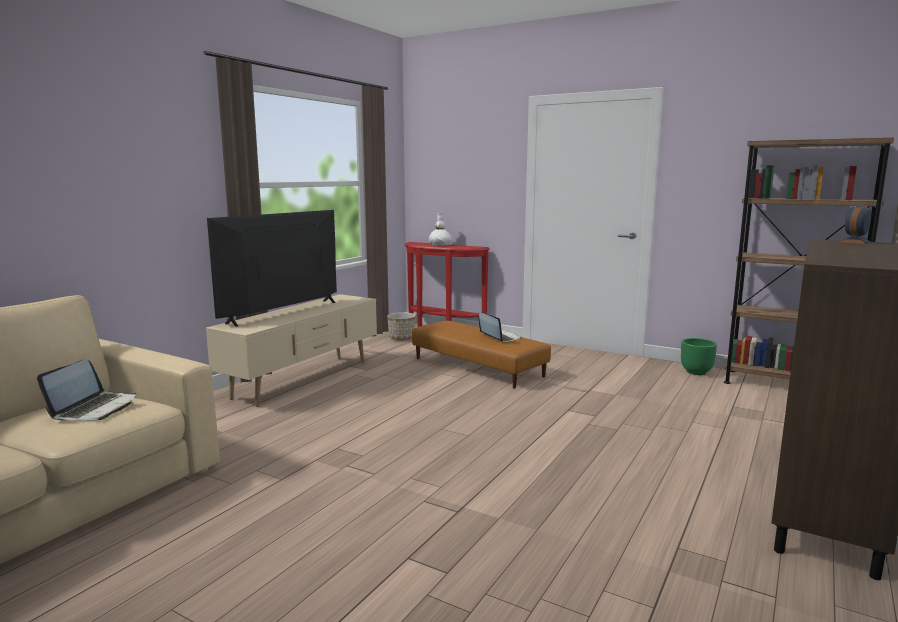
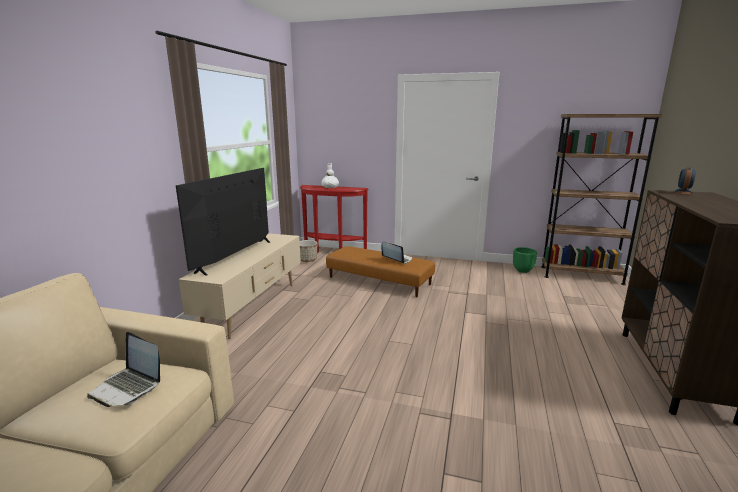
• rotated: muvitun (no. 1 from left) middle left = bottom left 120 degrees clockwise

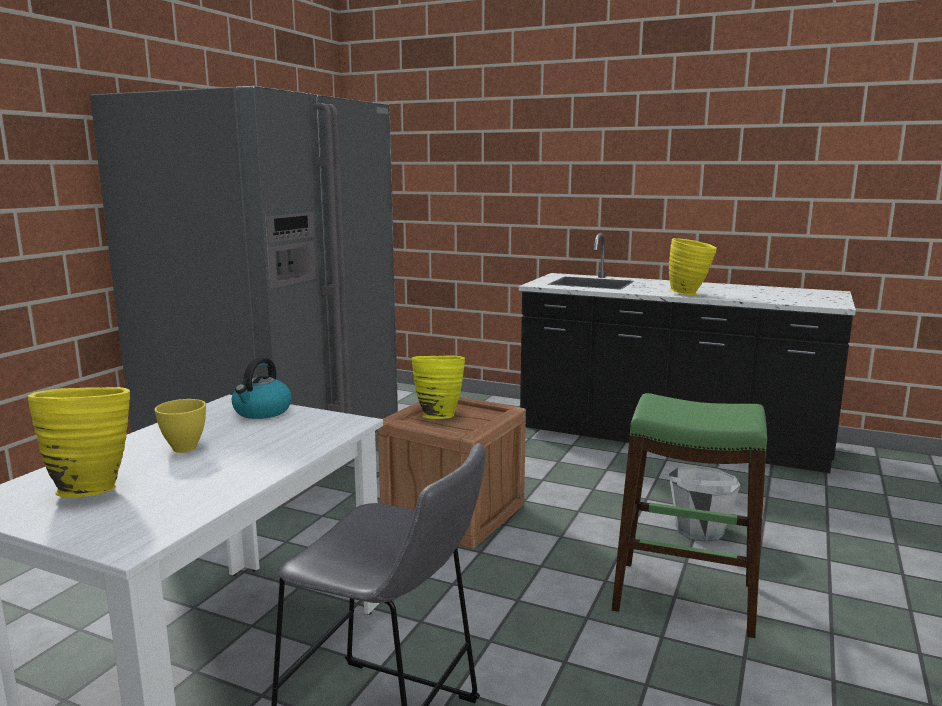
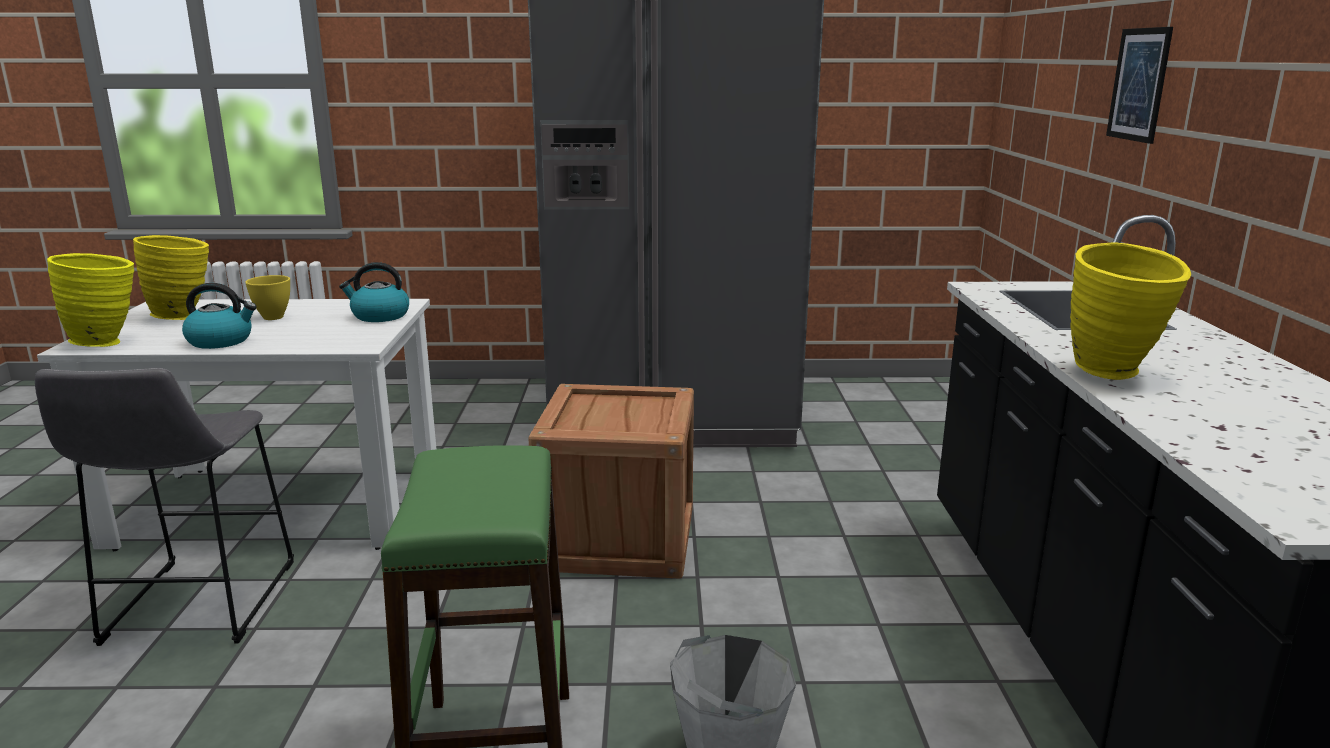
• shifted: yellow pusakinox (no. 2 from left in the first image) centre to yellow pusakinox (no. 1 from left) middle left
• new: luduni top right
• new: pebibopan (no. 1 from left) middle left

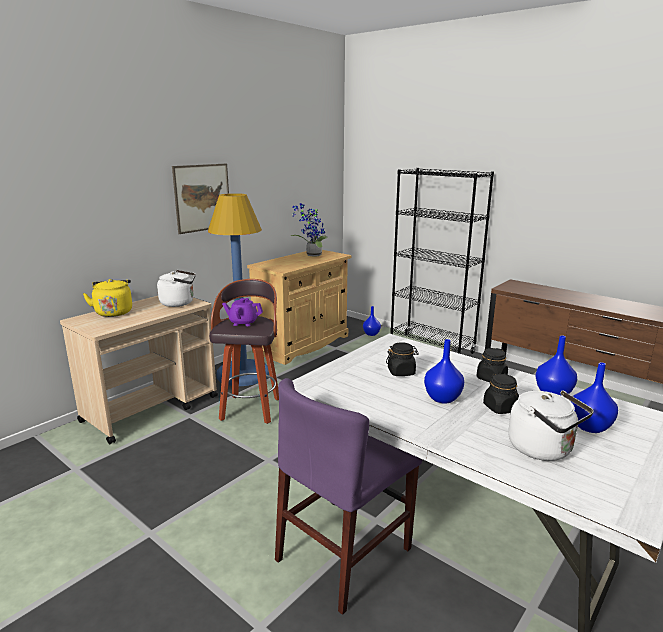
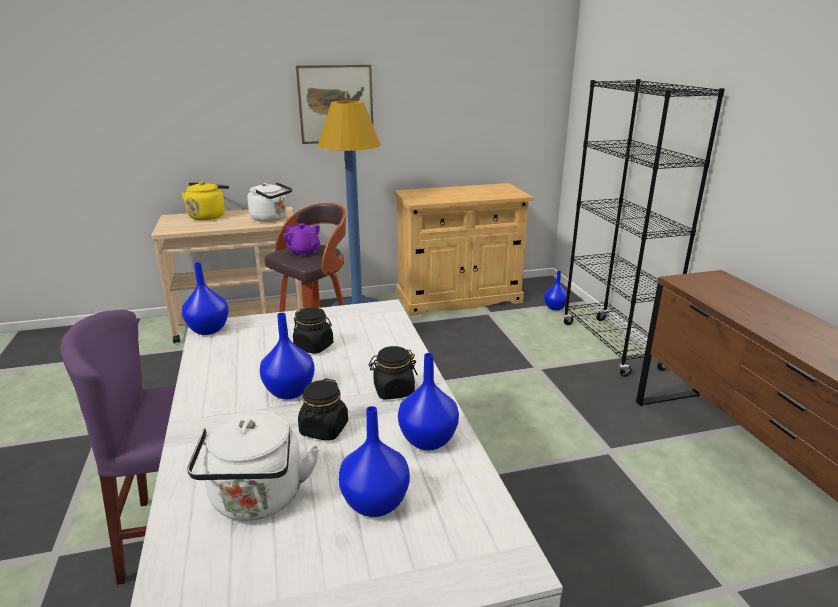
• gone: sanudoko centre
• new: blue pusakinox (no. 1 from left) middle left

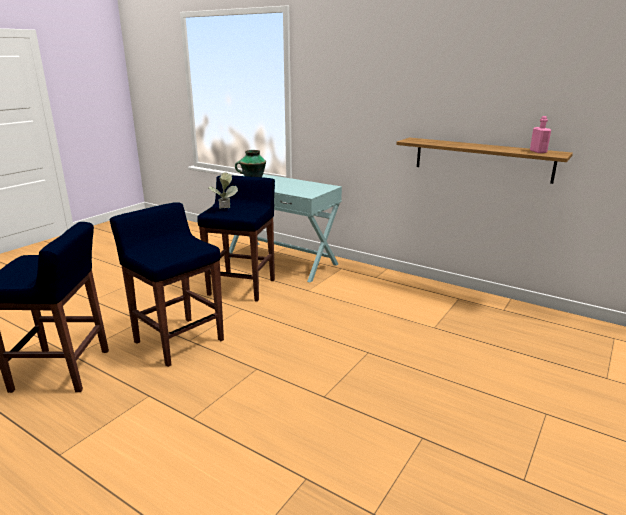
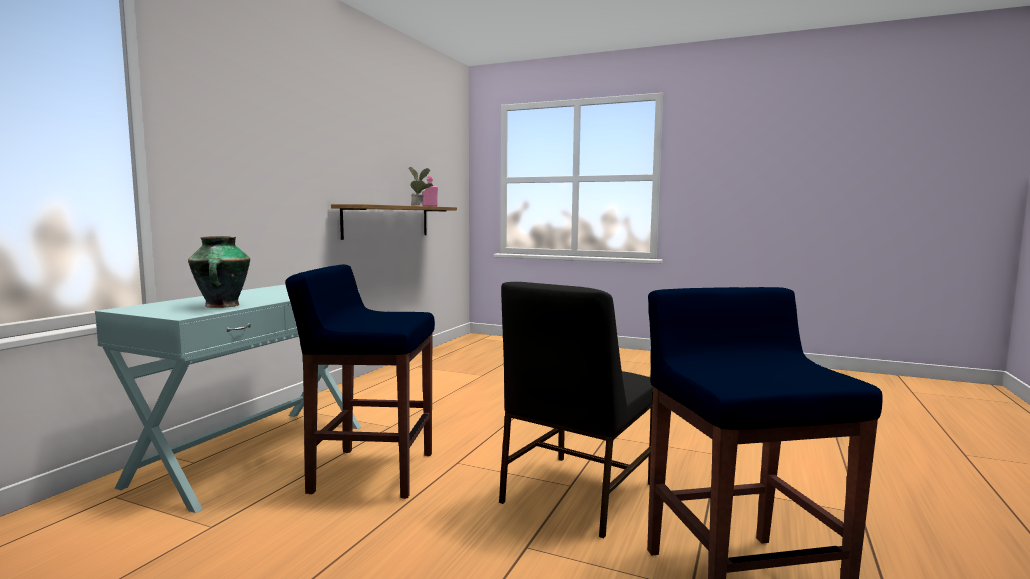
• shifted: sanudoko centre to top centre
• swapped: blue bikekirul (no. 2 from left) middle left to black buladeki bottom centre

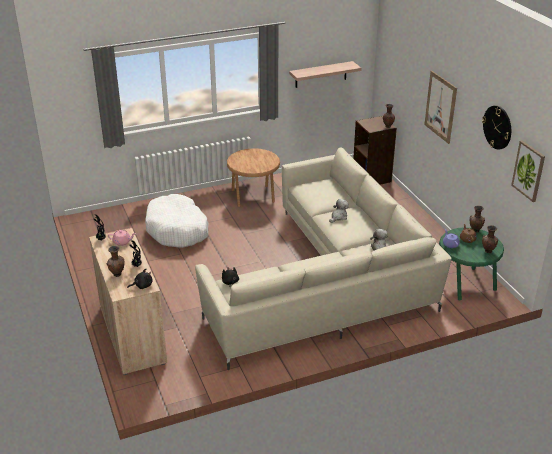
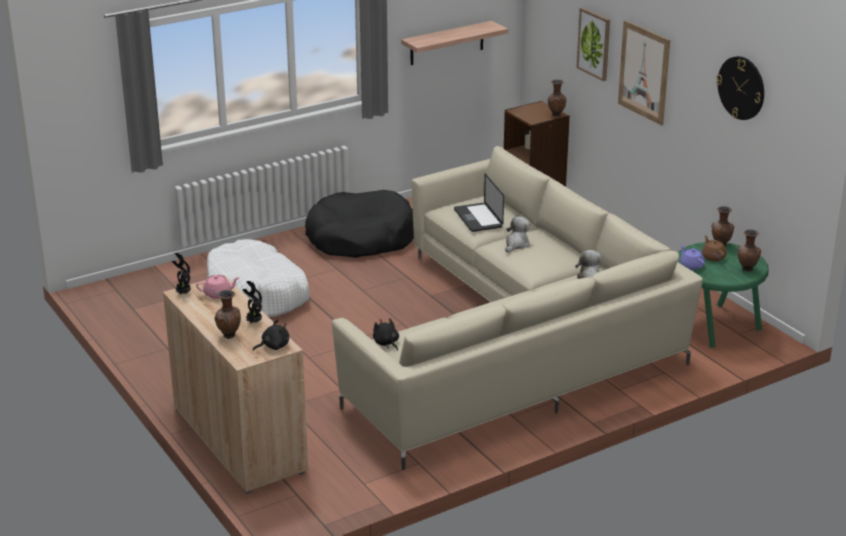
• shifted: luduni (no. 2 from left in the first image) middle right to luduni (no. 1 from left) top right
• swapped: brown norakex centre to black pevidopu centre
• new: muvitun centre

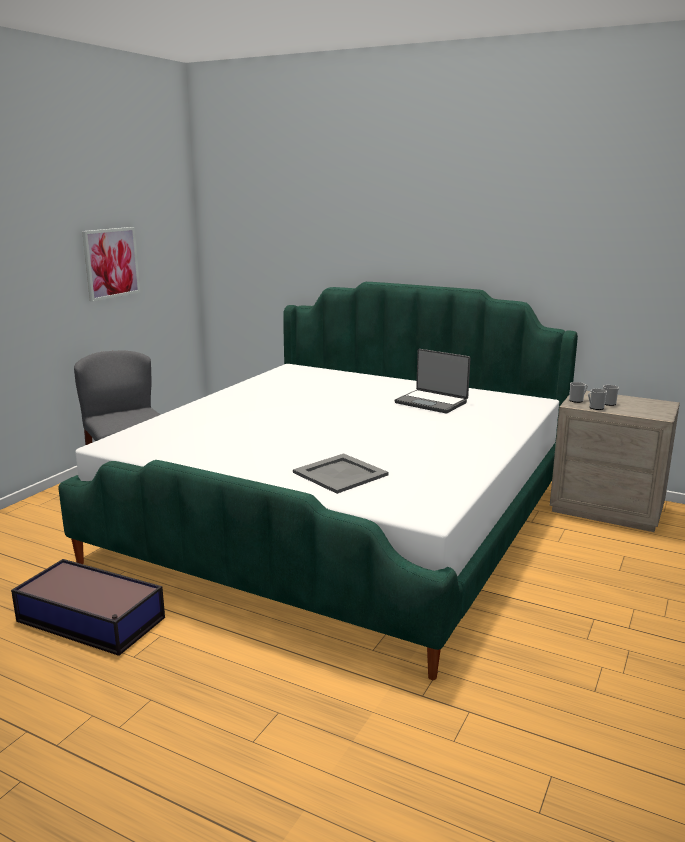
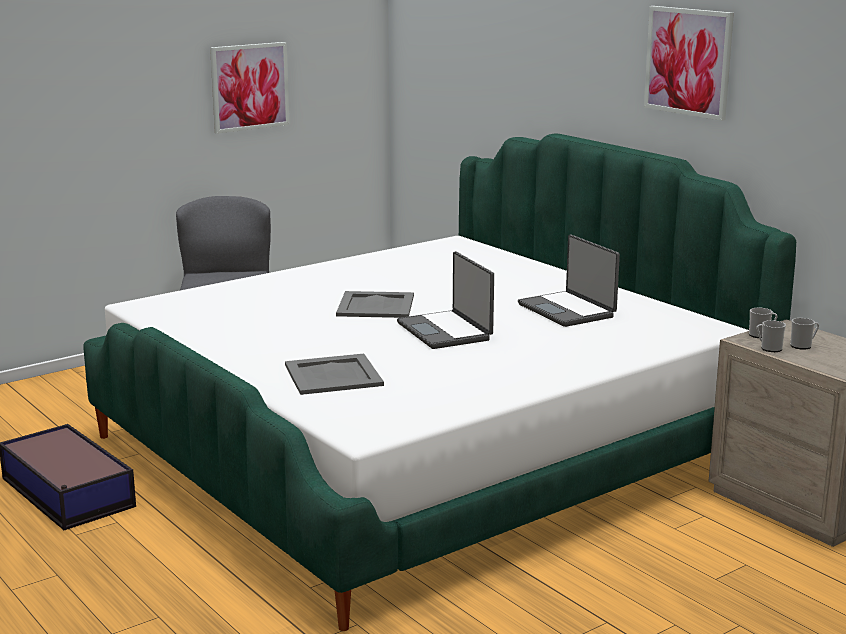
• new: luduni (no. 2 from left) top right
• new: muvitun (no. 1 from left) centre
• new: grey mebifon (no. 2 from left) centre

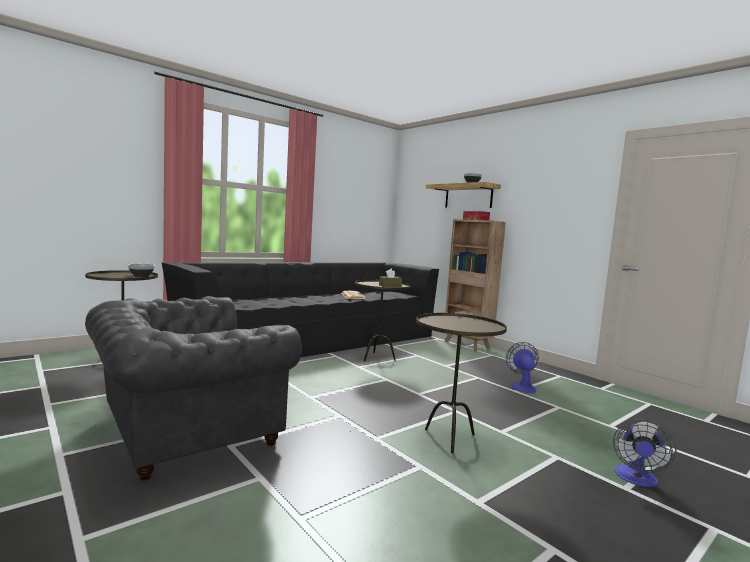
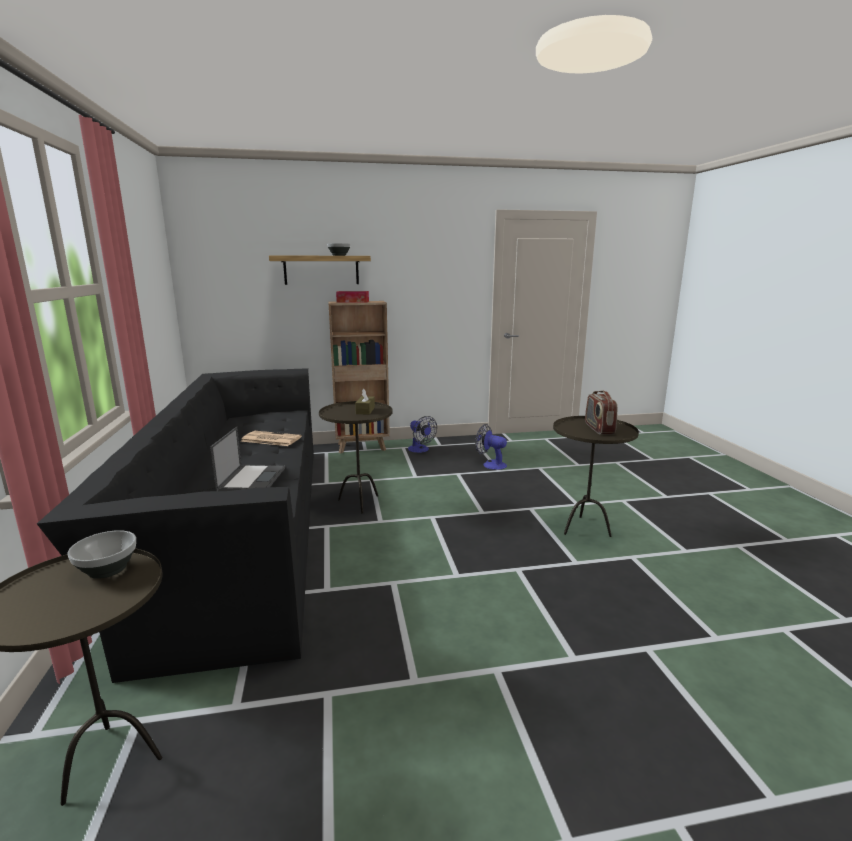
• gone: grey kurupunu bottom left
• shifted: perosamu (no. 2 from left in the first image) bottom right to perosamu (no. 1 from left) centre
• new: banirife middle right
• new: muvitun middle left

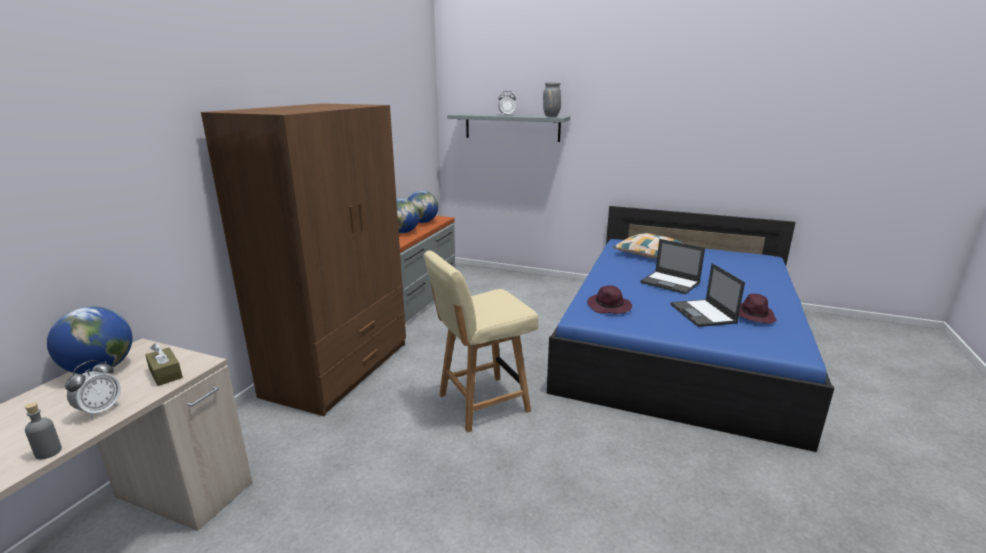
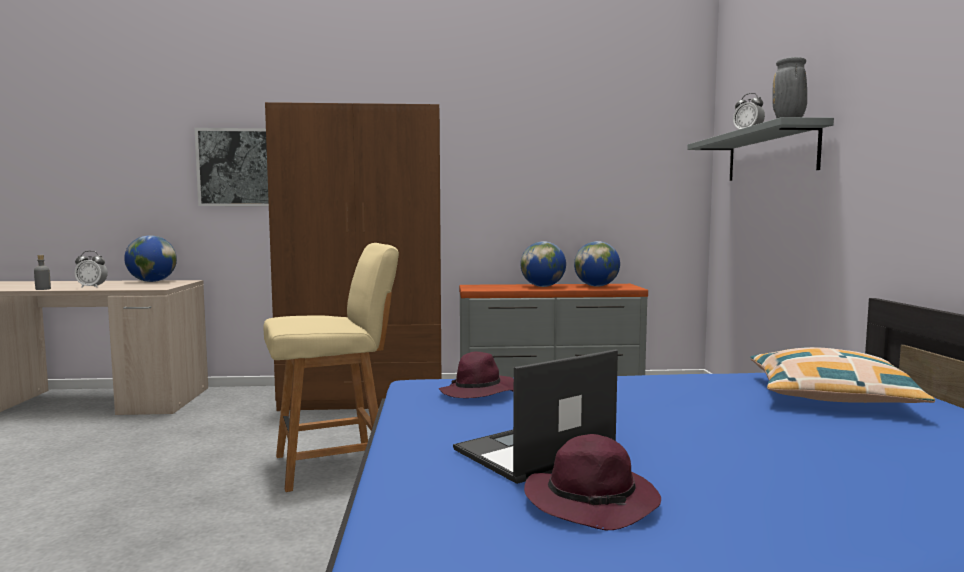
• gone: muvitun (no. 1 from left) middle right
• rotated: beige buladeki centre = centre 120 degrees clockwise
• gone: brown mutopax middle left
• new: luduni top left

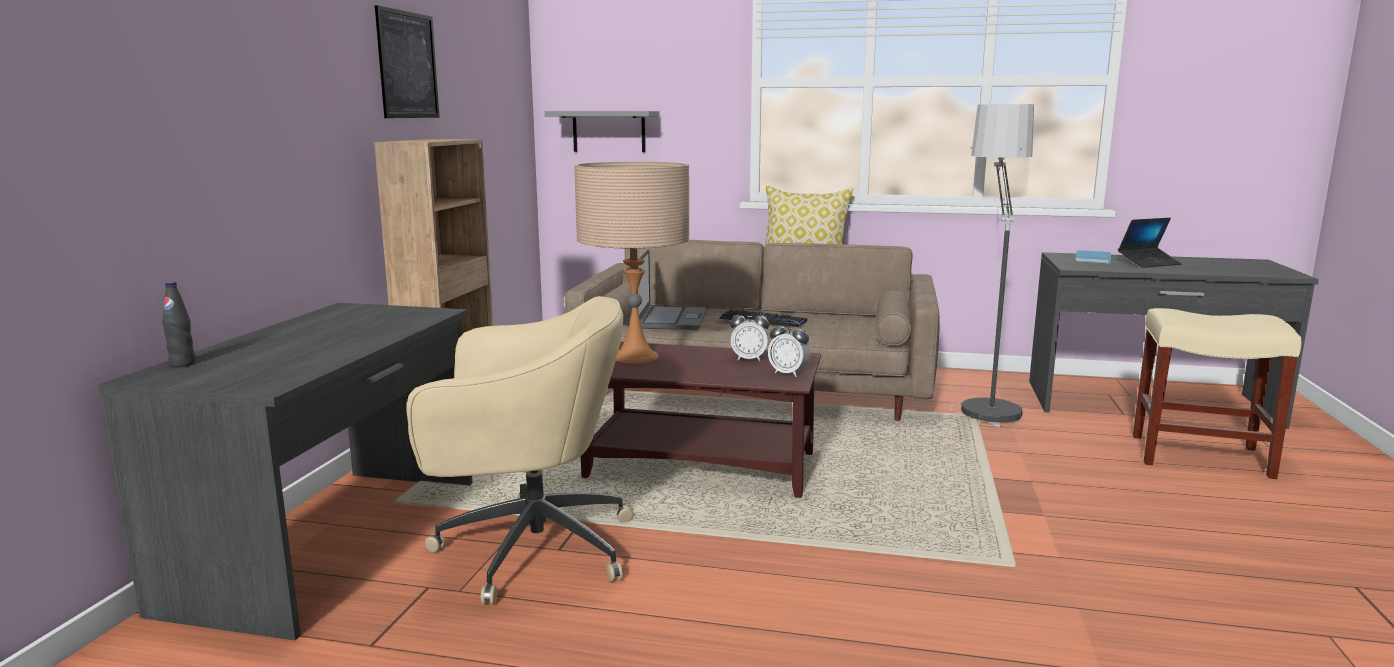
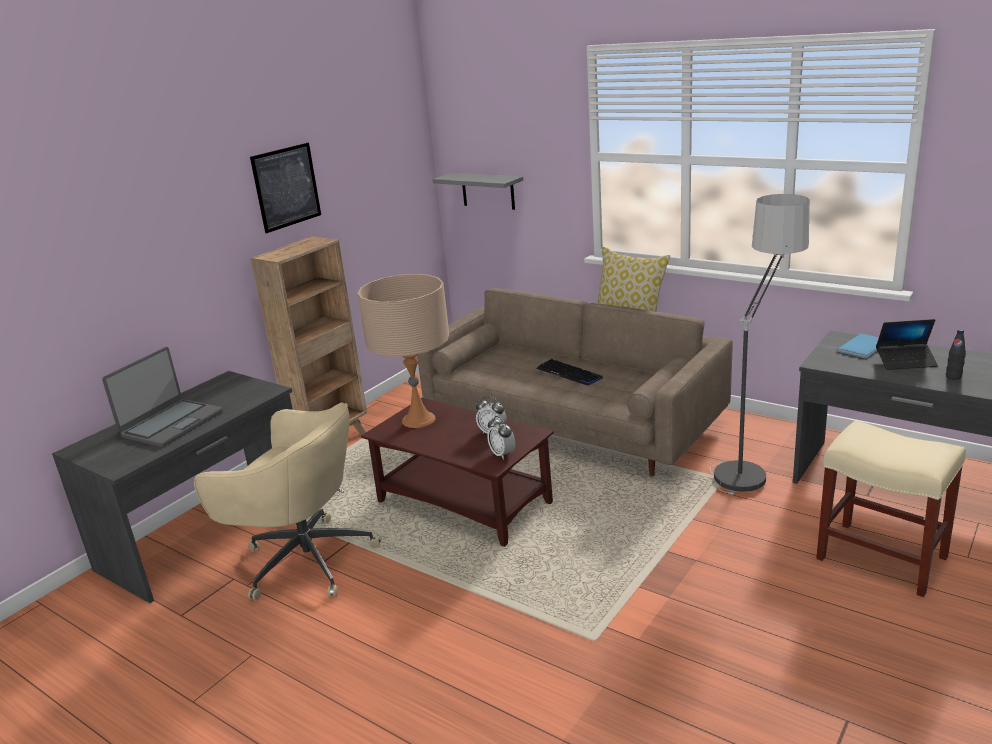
• shifted: muvitun (no. 1 from left) centre to middle left
• shifted: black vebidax middle left to middle right

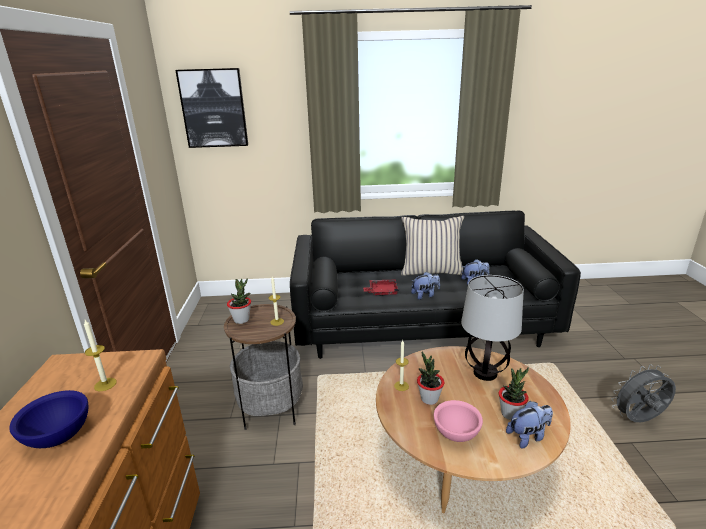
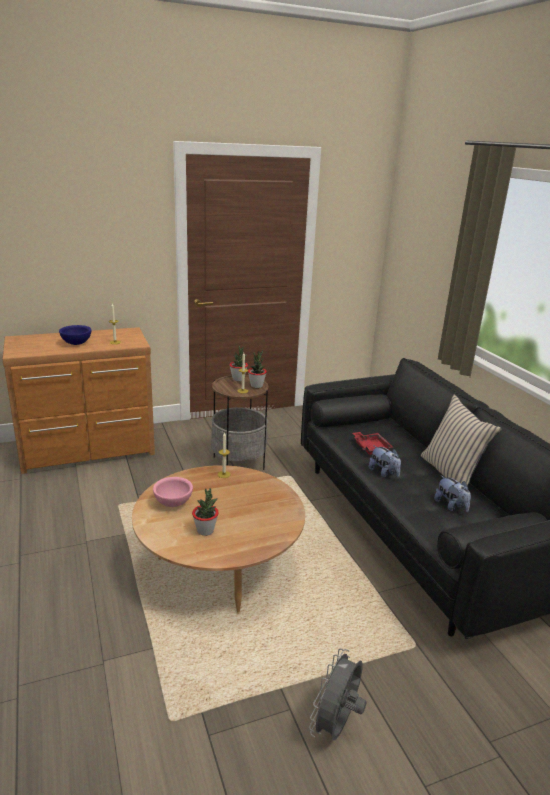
• gone: luduni top left
• gone: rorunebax middle right
• shifted: sanudoko (no. 2 from left in the first image) bottom centre to sanudoko (no. 3 from left) centre
• rotated: grey perosamu bottom right = bottom centre 120 degrees counterclockwise
• gone: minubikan (no. 3 from left) bottom right

